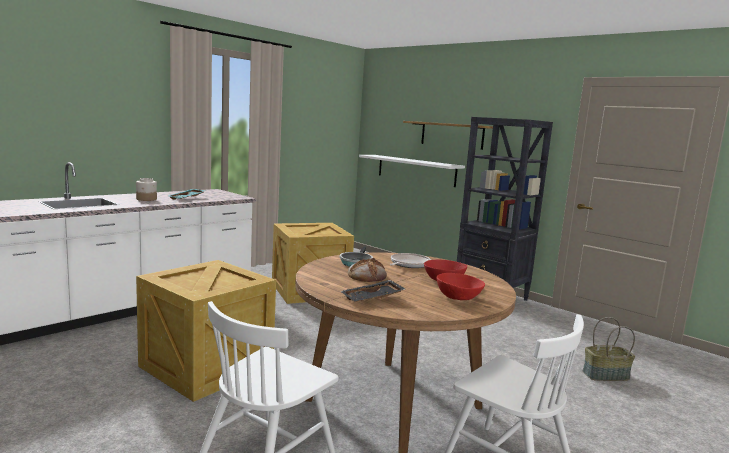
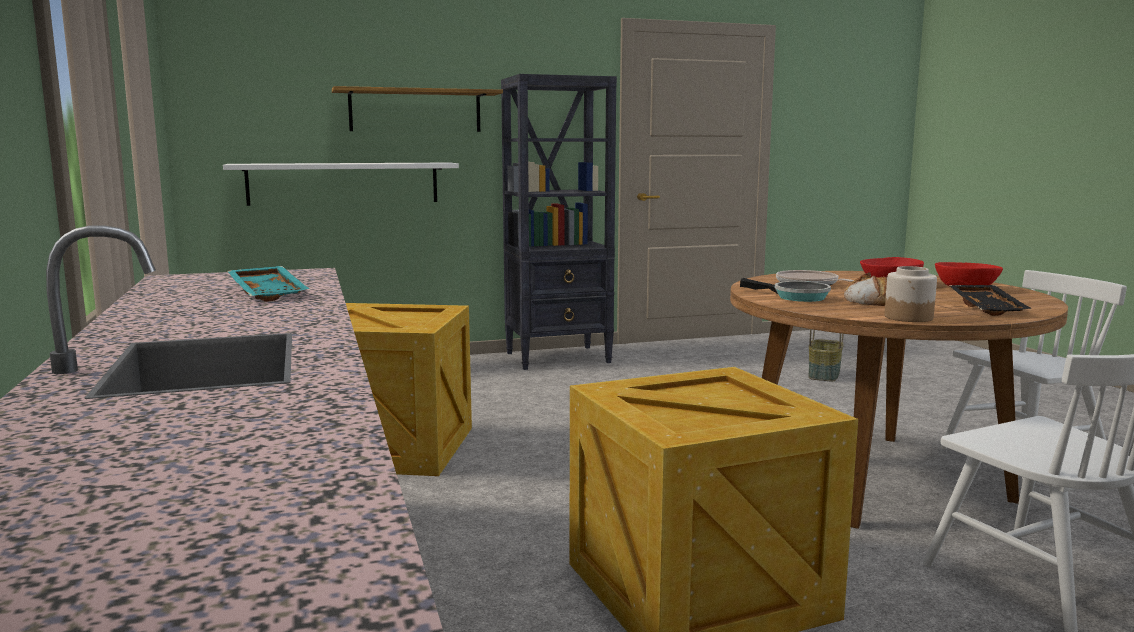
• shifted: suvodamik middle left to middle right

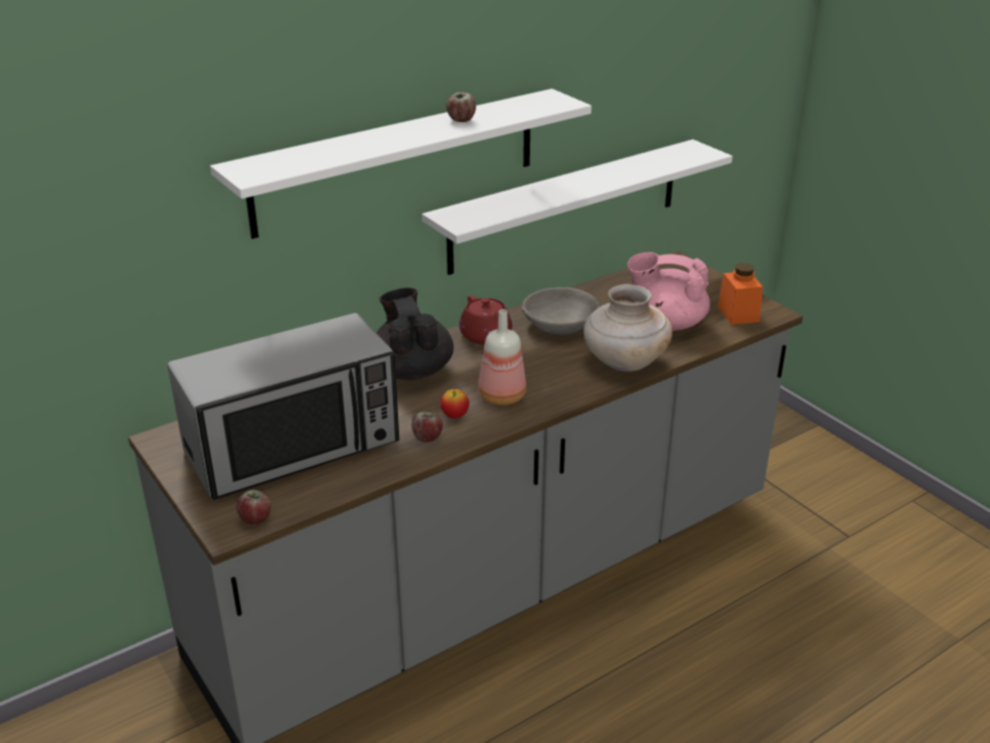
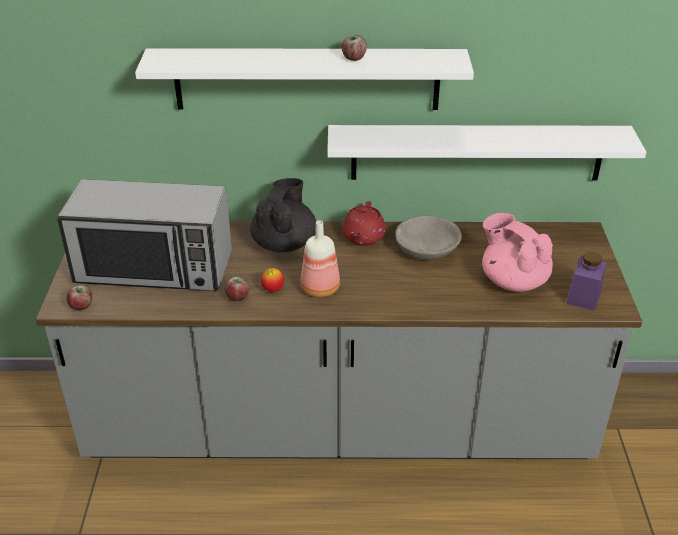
• repainted: orange suvodamik middle right to purple suvodamik middle right
• gone: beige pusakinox centre

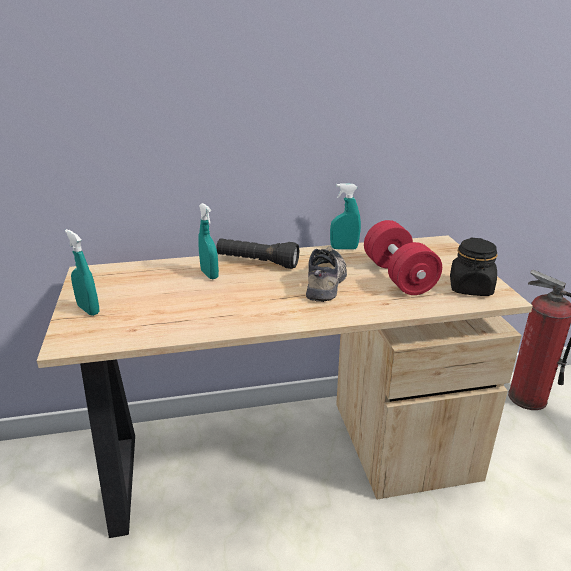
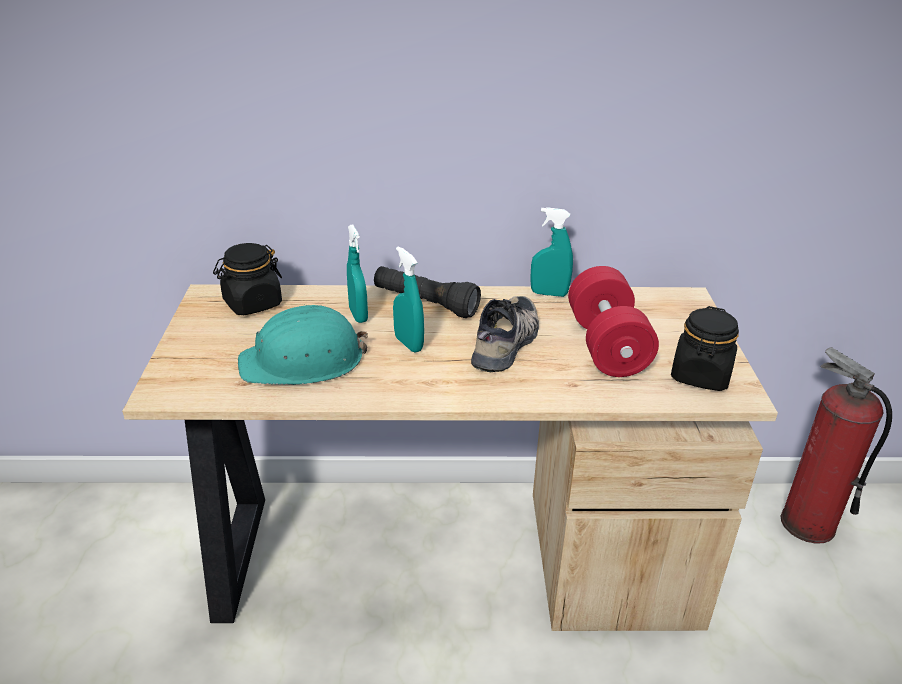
• shifted: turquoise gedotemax (no. 1 from left in the first image) middle left to turquoise gedotemax (no. 2 from left) centre
• new: black suvodamik (no. 1 from left) middle left
• new: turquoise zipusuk centre

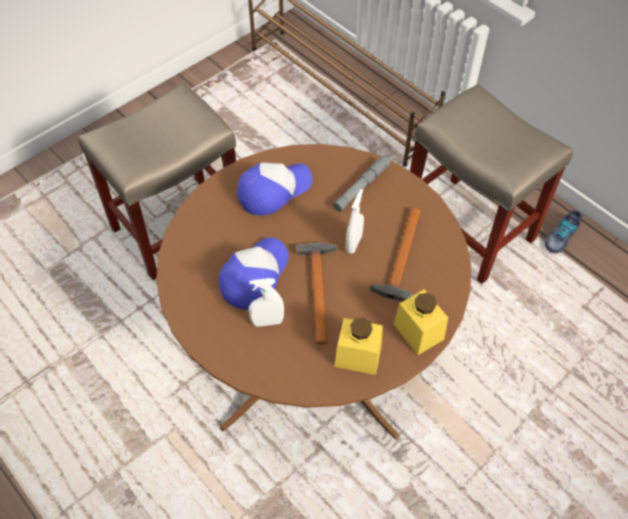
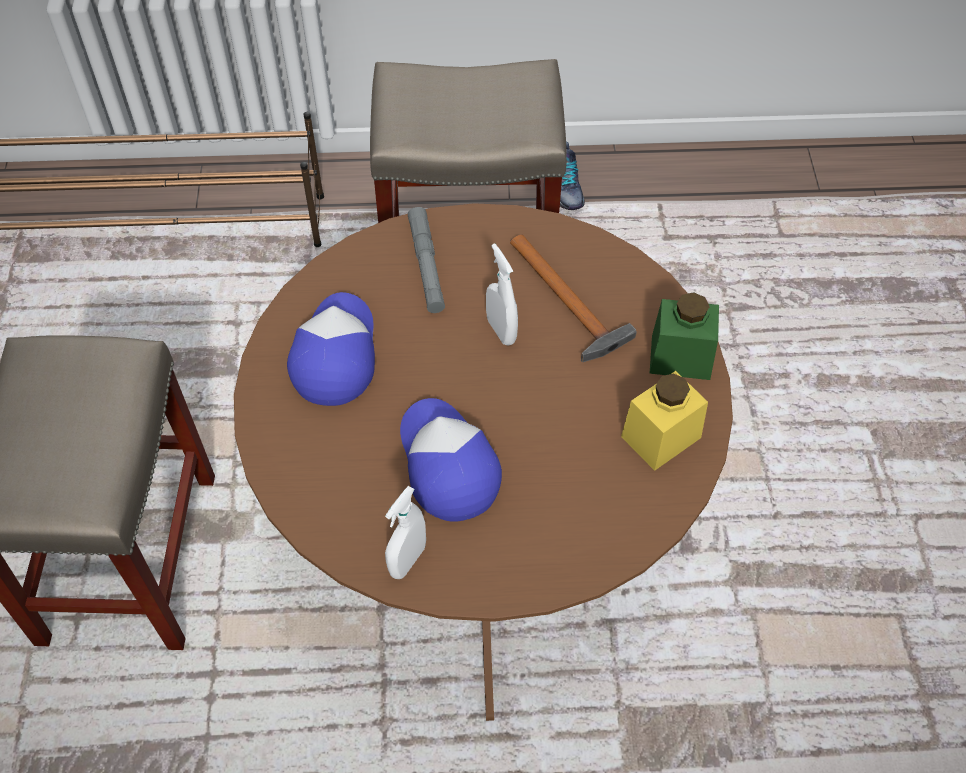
• gone: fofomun (no. 1 from left) centre
• shifted: white gedotemax (no. 1 from left) centre to bottom centre
• repainted: yellow suvodamik (no. 2 from left) middle right to green suvodamik middle right

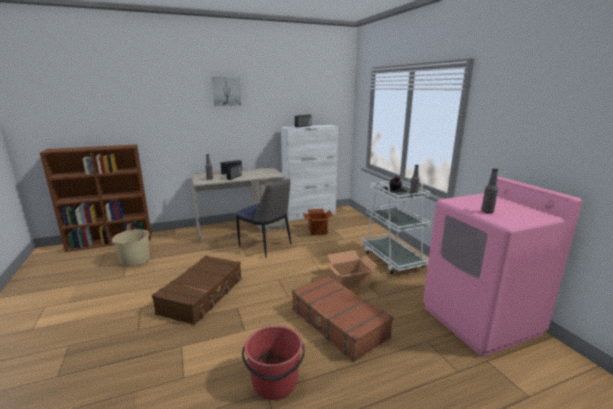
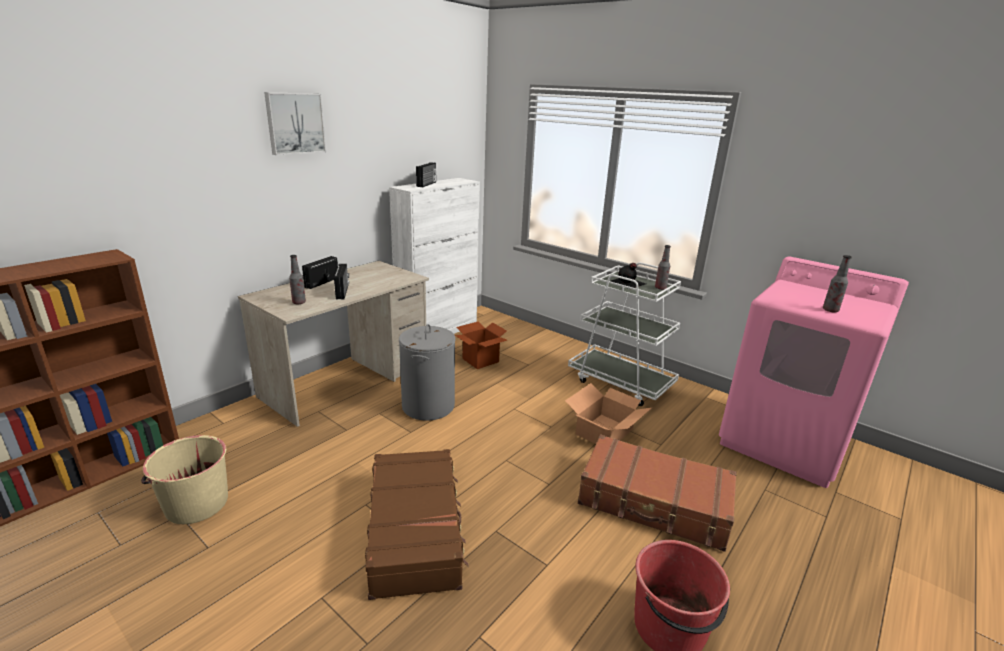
• swapped: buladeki centre to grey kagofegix centre

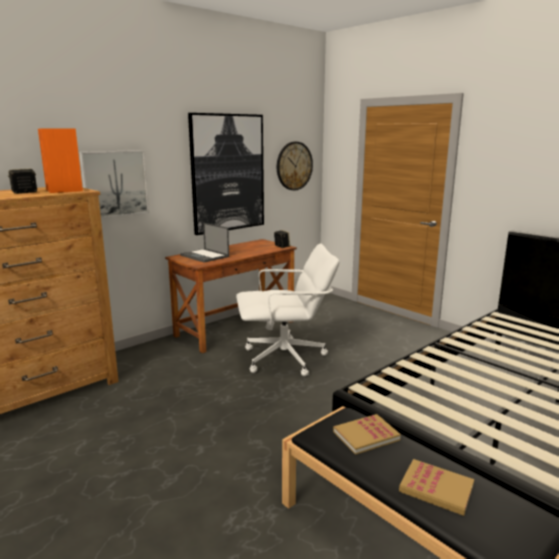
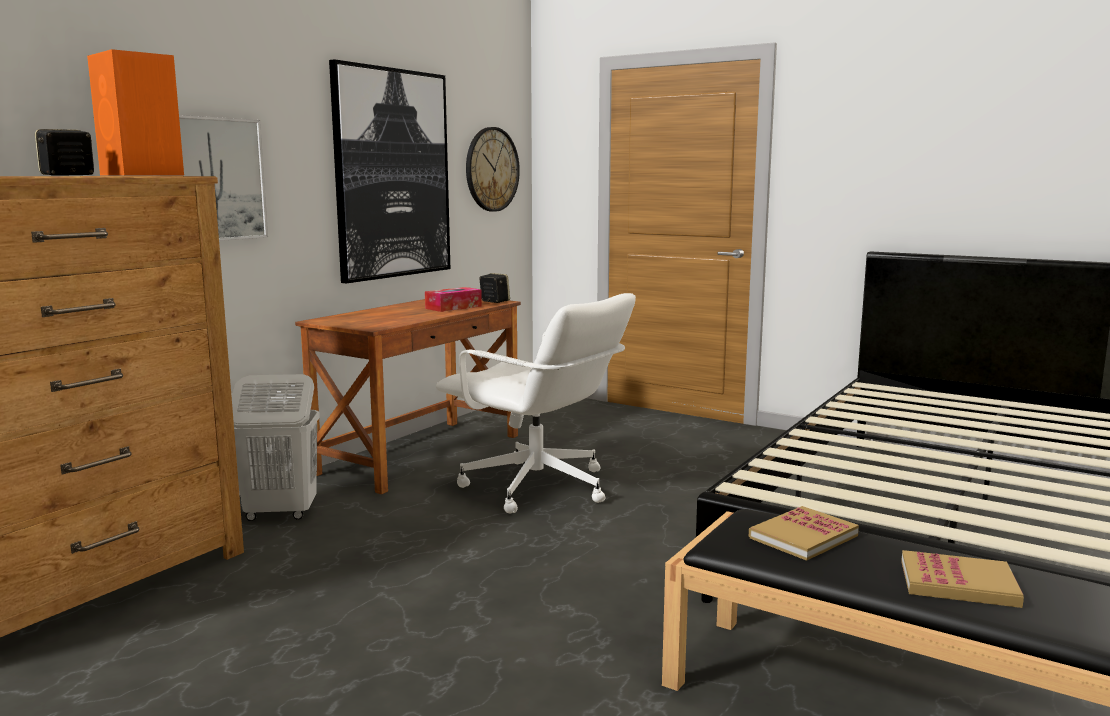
• gone: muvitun centre
• rotated: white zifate centre = centre 60 degrees clockwise
• new: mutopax centre
• new: white kagofegix middle left

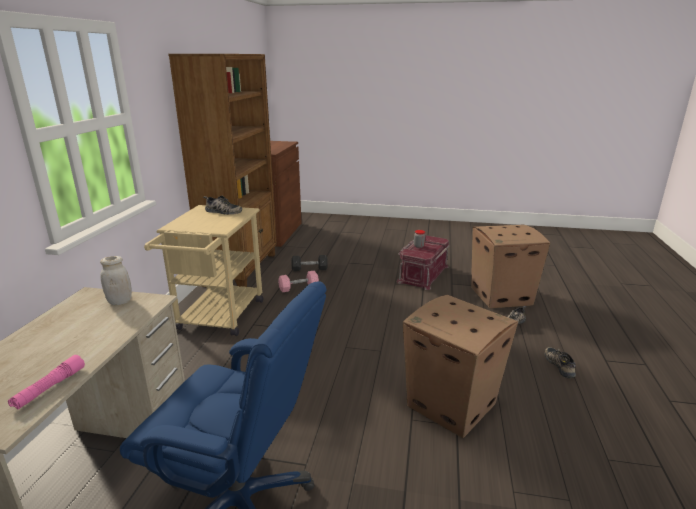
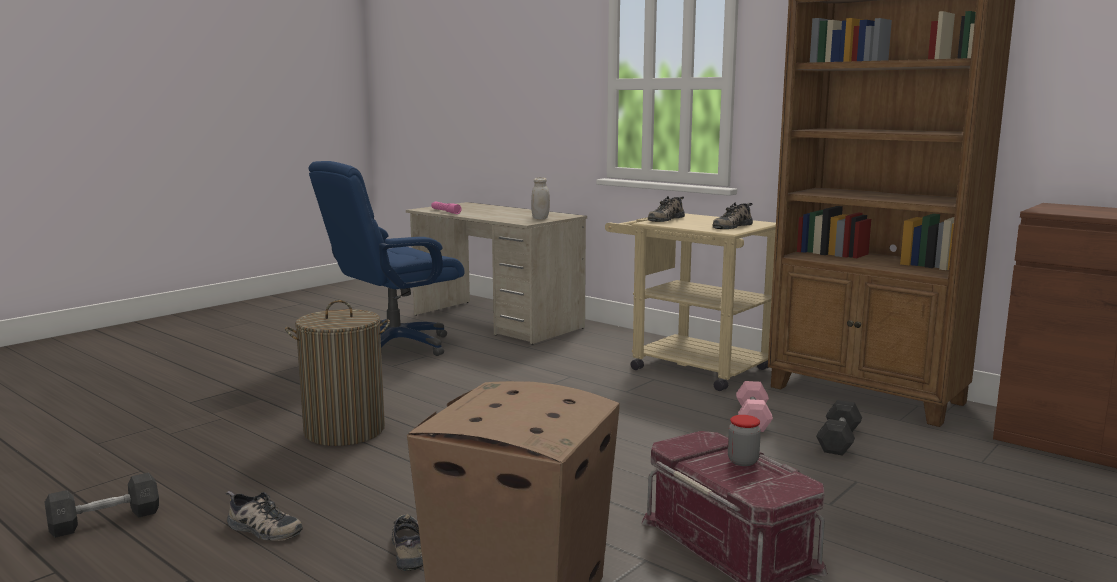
• swapped: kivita (no. 1 from left) bottom centre to kagofegix middle left
• new: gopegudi (no. 3 from left) centre
• new: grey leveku (no. 1 from left) bottom left

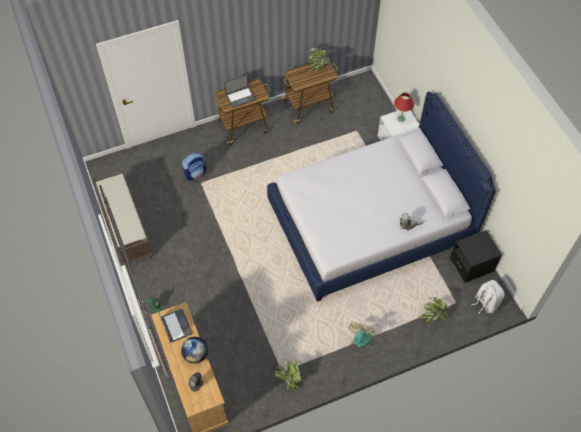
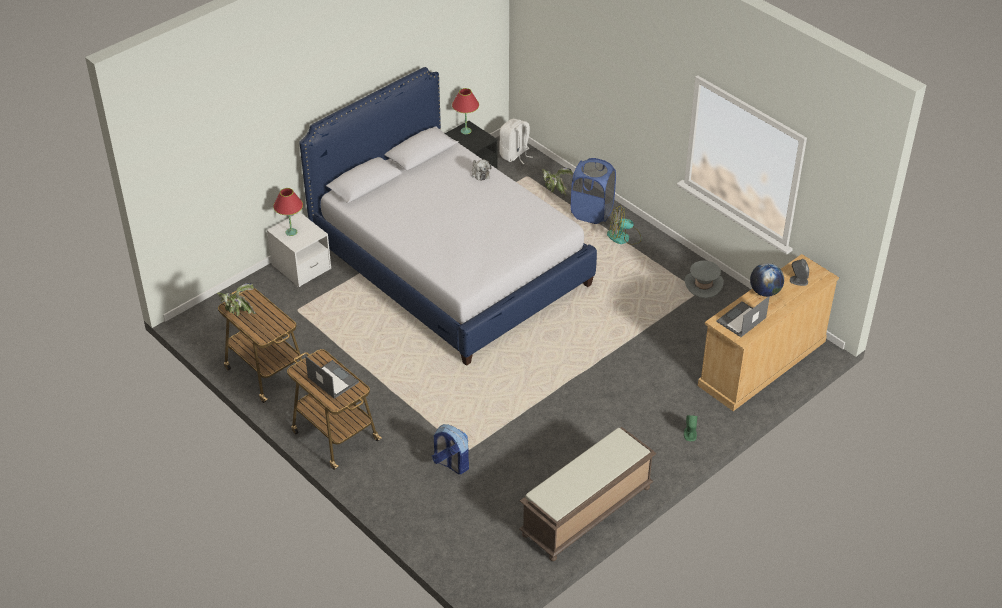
• swapped: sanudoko (no. 1 from left) bottom centre to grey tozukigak middle right
• new: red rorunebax (no. 2 from left) top centre
• new: blue kagofegix top centre

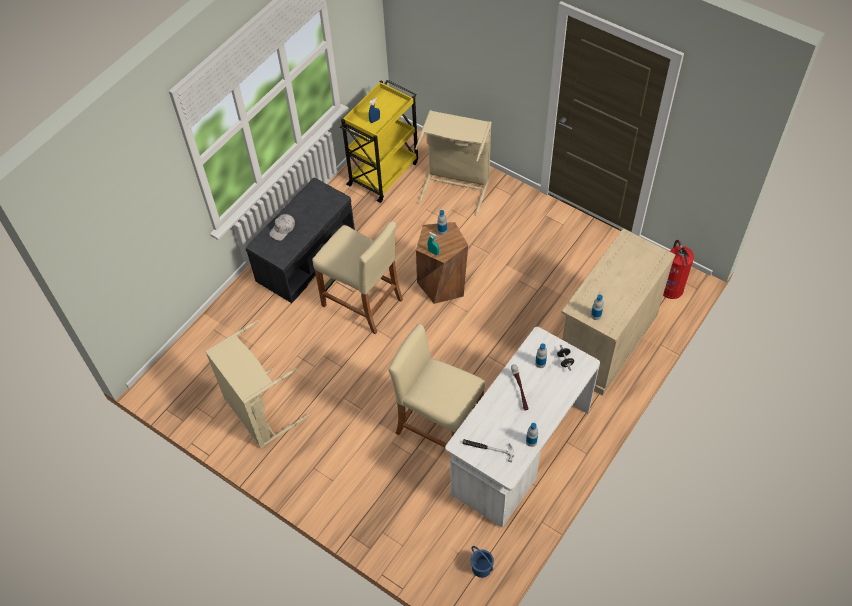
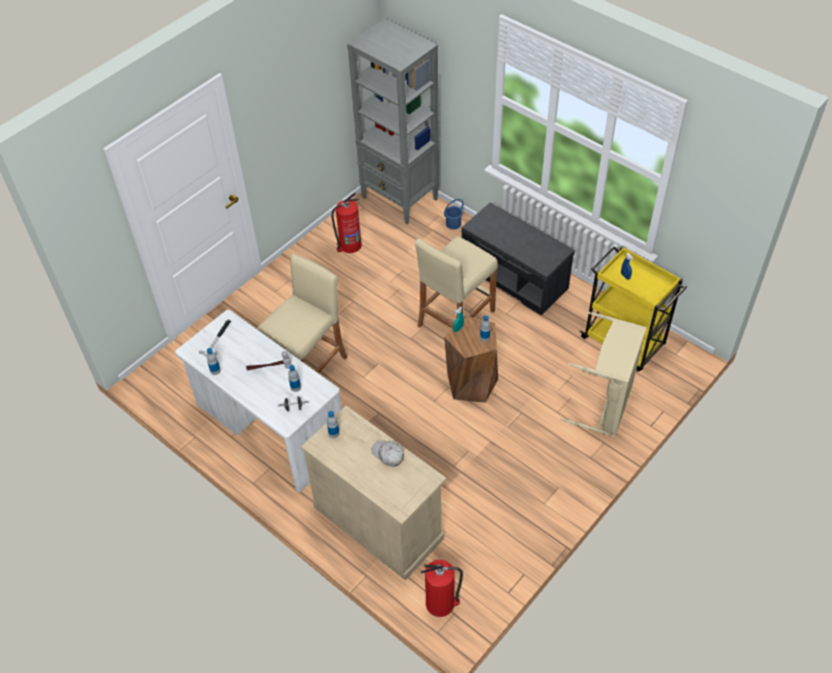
• shifted: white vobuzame middle left to bottom centre
• swapped: beige kagofegix (no. 1 from left) middle left to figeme (no. 1 from left) top centre
• shifted: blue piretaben bottom centre to top centre
• new: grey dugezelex top centre

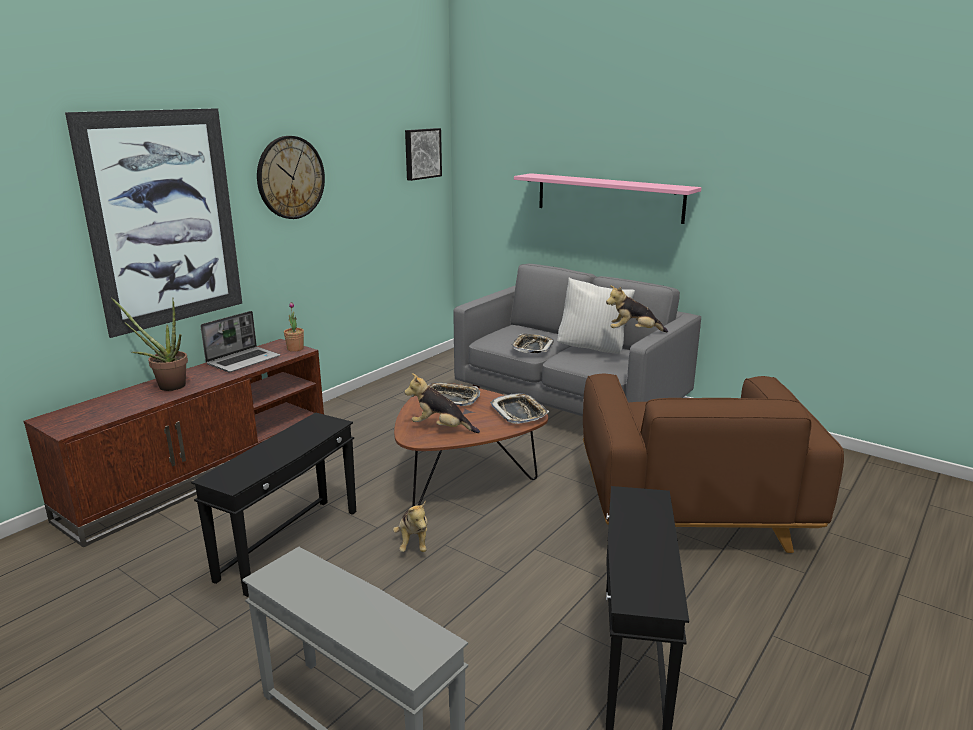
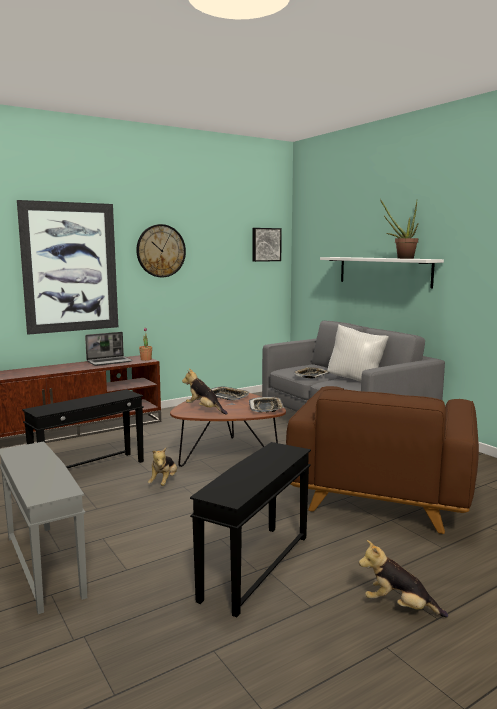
• repainted: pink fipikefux top centre to white fipikefux middle right
• shifted: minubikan (no. 3 from left) centre to bottom right
• shifted: sanudoko (no. 1 from left in the first image) middle left to sanudoko (no. 2 from left) top right

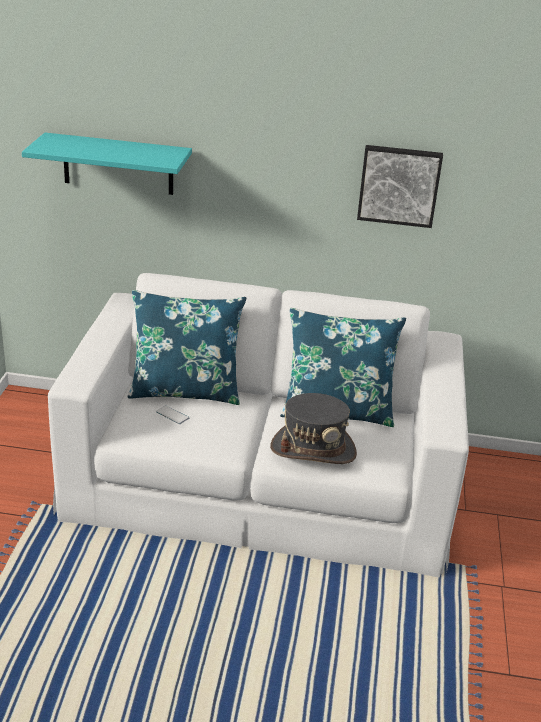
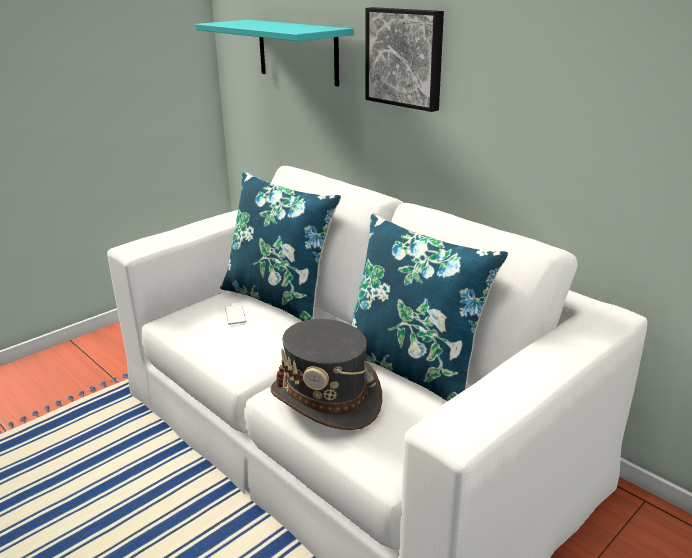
• shifted: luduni top right to top centre

